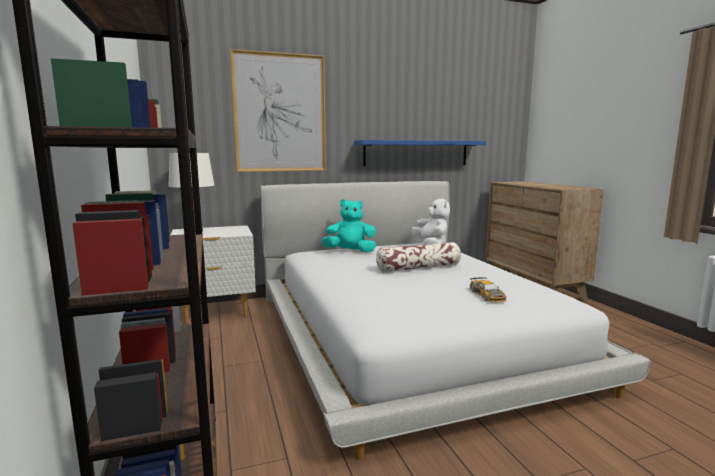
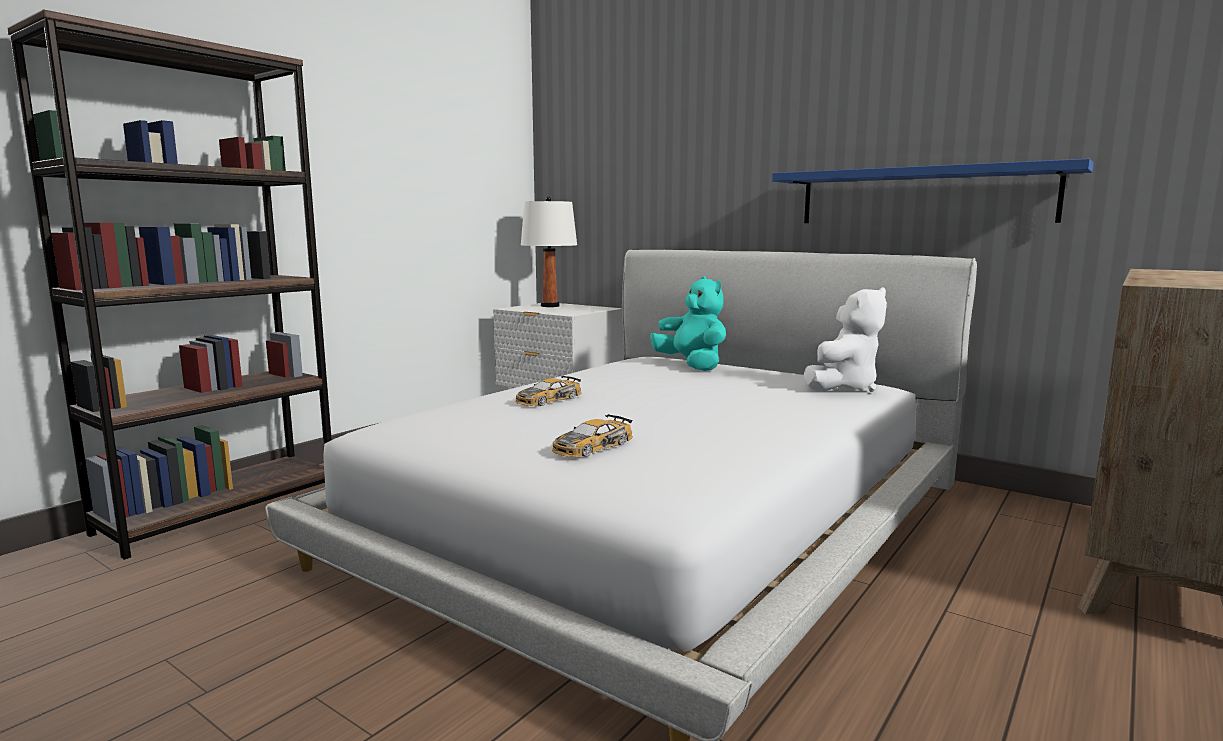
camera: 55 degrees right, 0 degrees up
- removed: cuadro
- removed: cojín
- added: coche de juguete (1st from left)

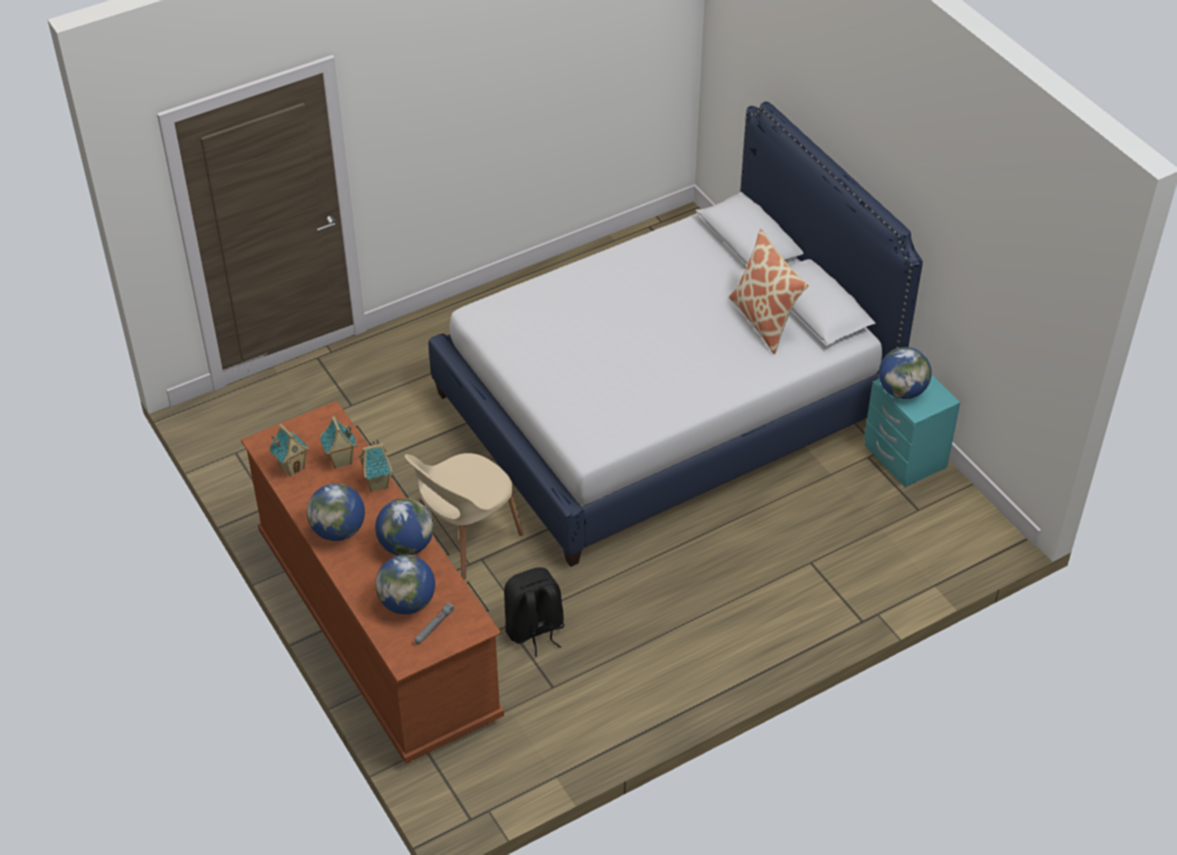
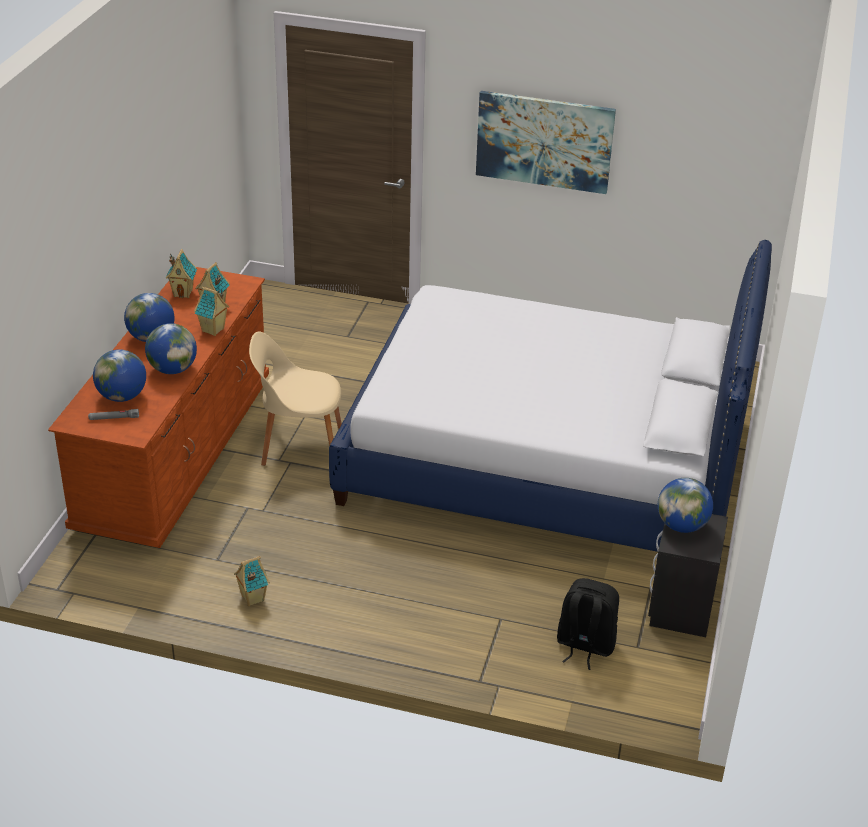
camera: 45 degrees right, 10 degrees down
- removed: cojín
- recoloured: mesita de noche [turquesa] to mesita de noche [negro]
- moved: mochila [negro]
- added: cuadro
- added: casita (4th from left)

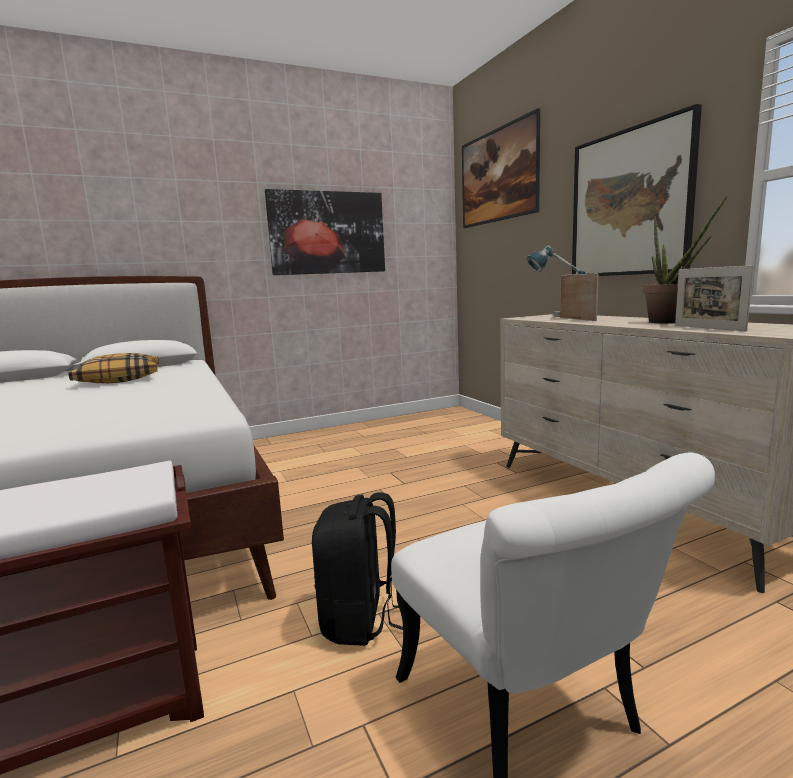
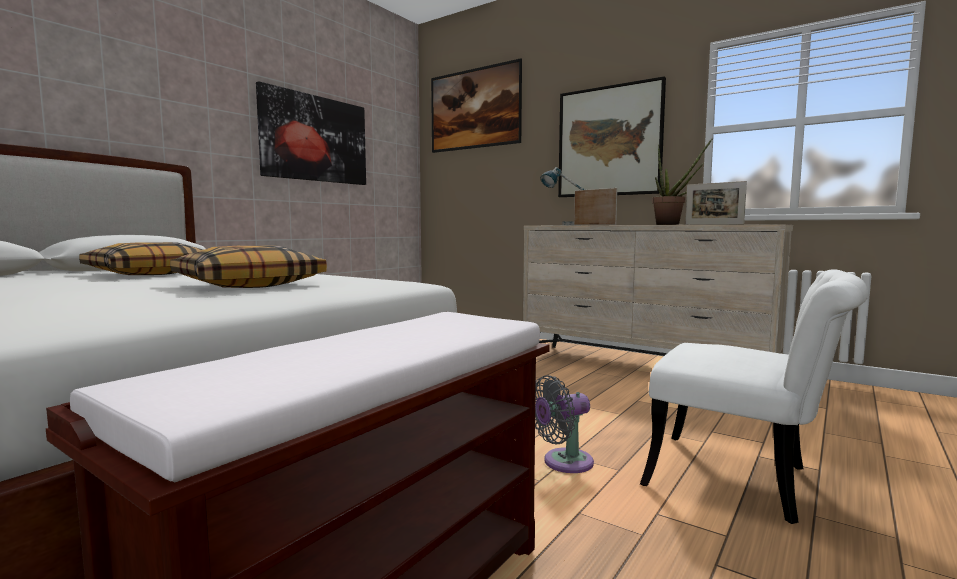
camera: 30 degrees left, 5 degrees down
- replaced: mochila [negro] to ventilador [gris]
- added: cojín (2nd from left)

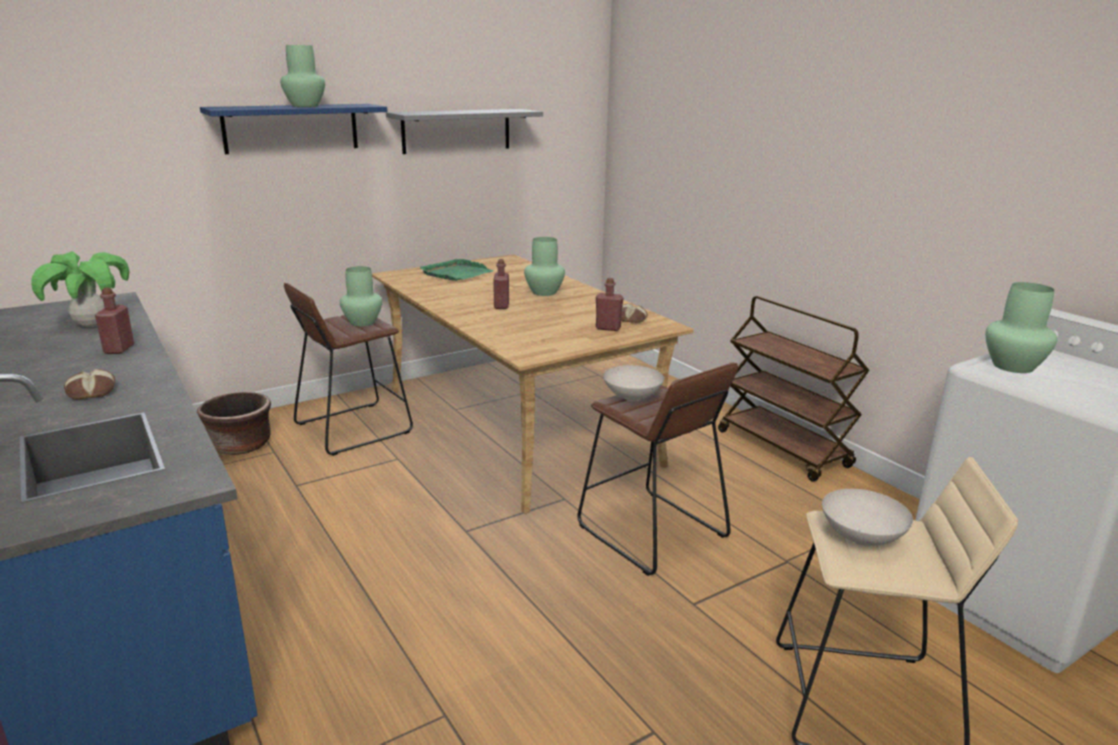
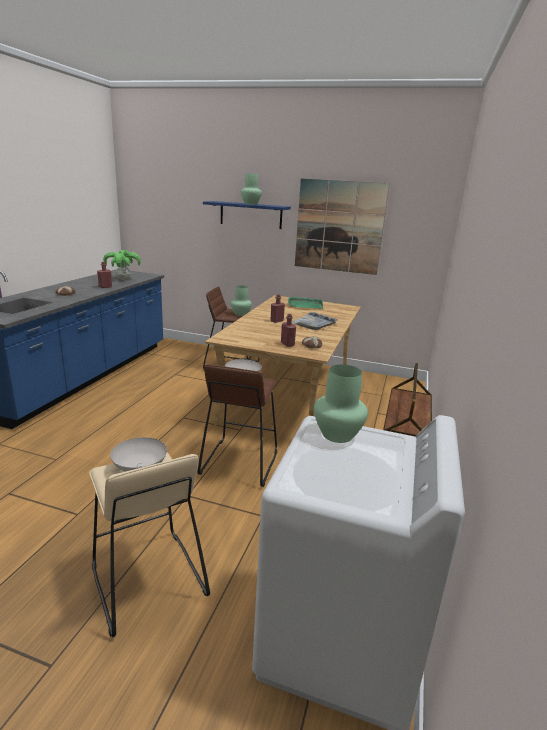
camera: 50 degrees right, 0 degrees up
- replaced: estante [gris] to cuadro
- replaced: florero [verde] (3rd from left) to bandeja [gris]
- removed: maceta [marrón]

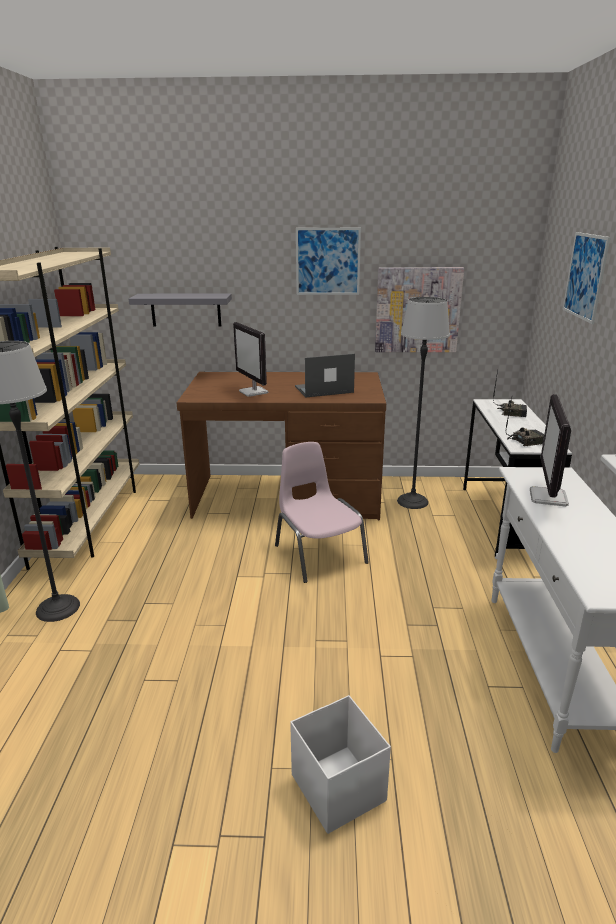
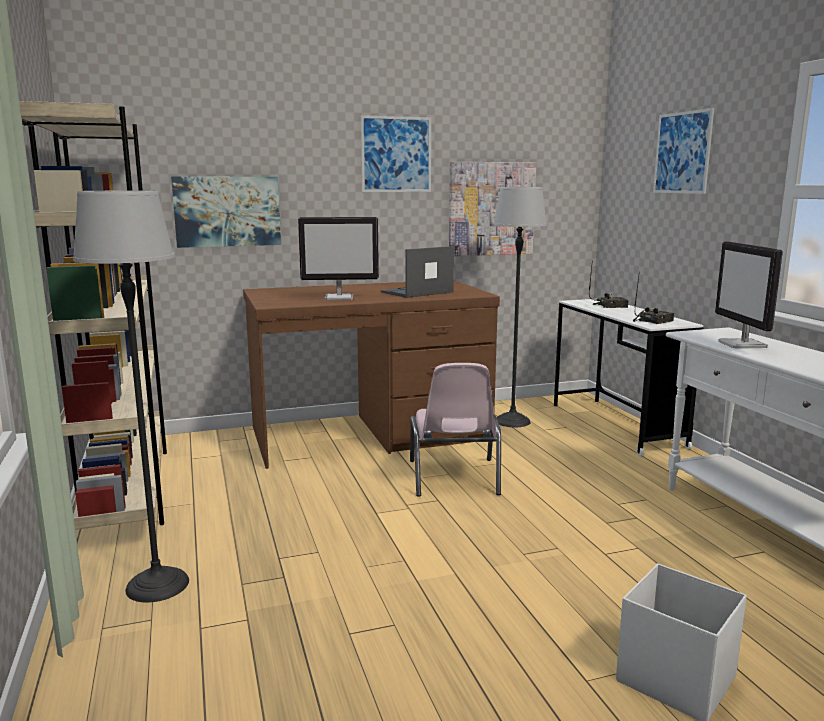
camera: 20 degrees left, 10 degrees down
- replaced: estante [gris] to cuadro (1st from left)
- turned: monitor (1st from left) 45 degrees counterclockwise
- turned: silla [rosa] 135 degrees counterclockwise

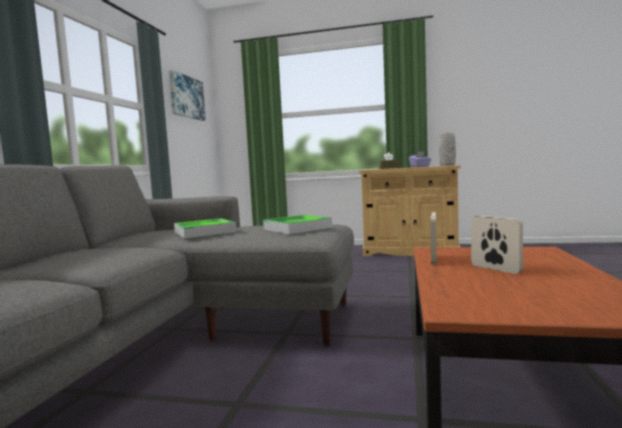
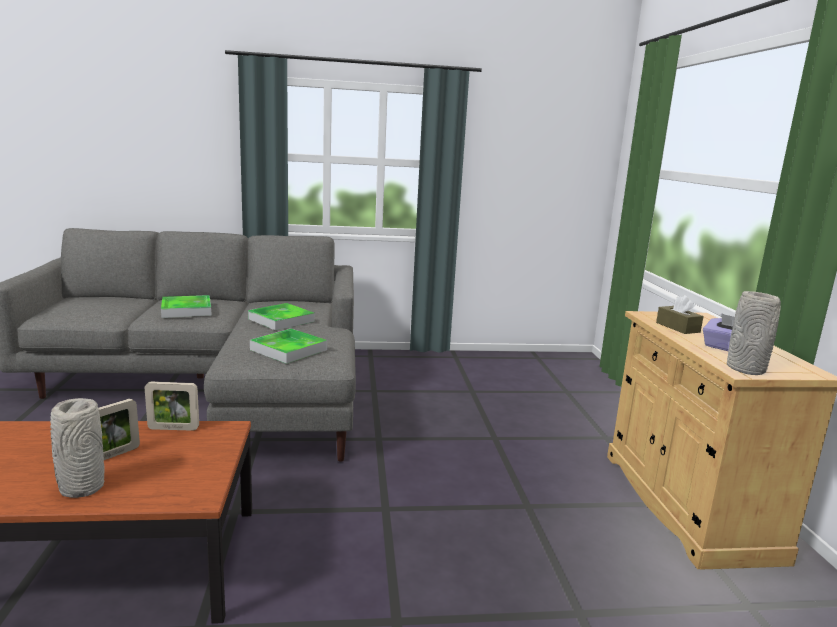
camera: 70 degrees right, 10 degrees up
- removed: cuadro
- added: bandeja (1st from left)
- added: florero [gris] (1st from left)

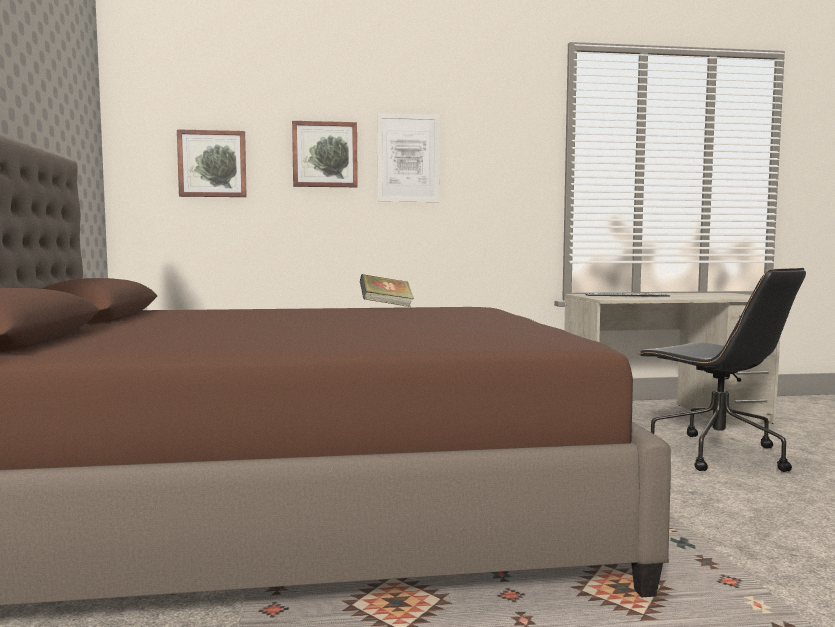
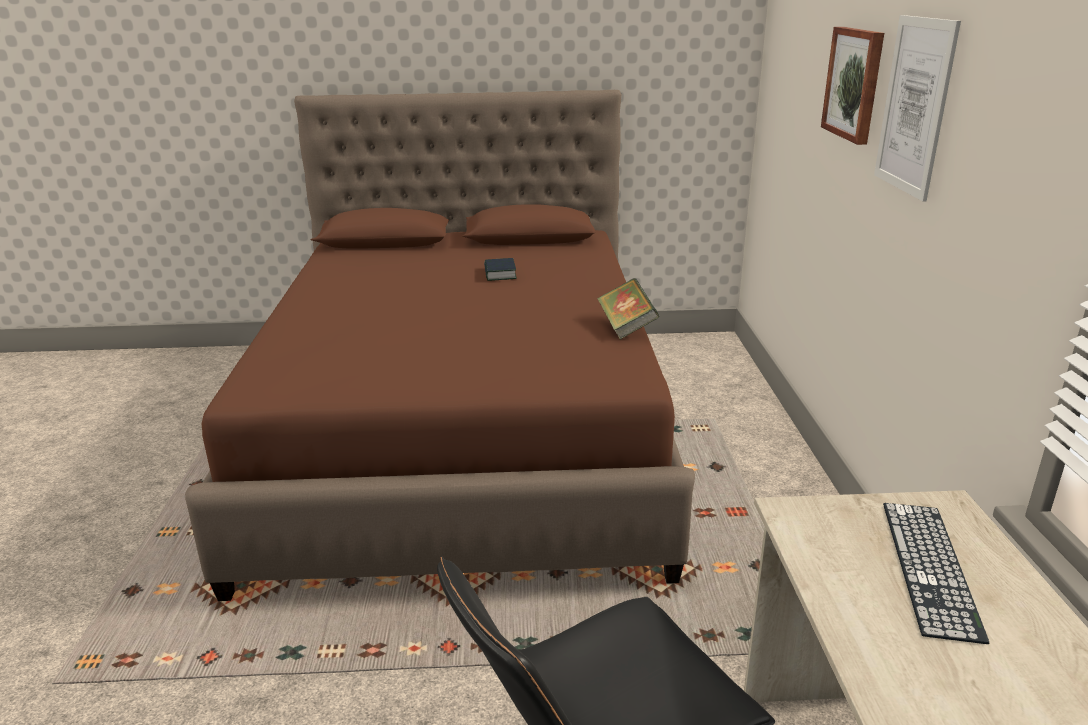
camera: 95 degrees right, 20 degrees up
- removed: cuadro (1st from left)
- added: libro (1st from left)

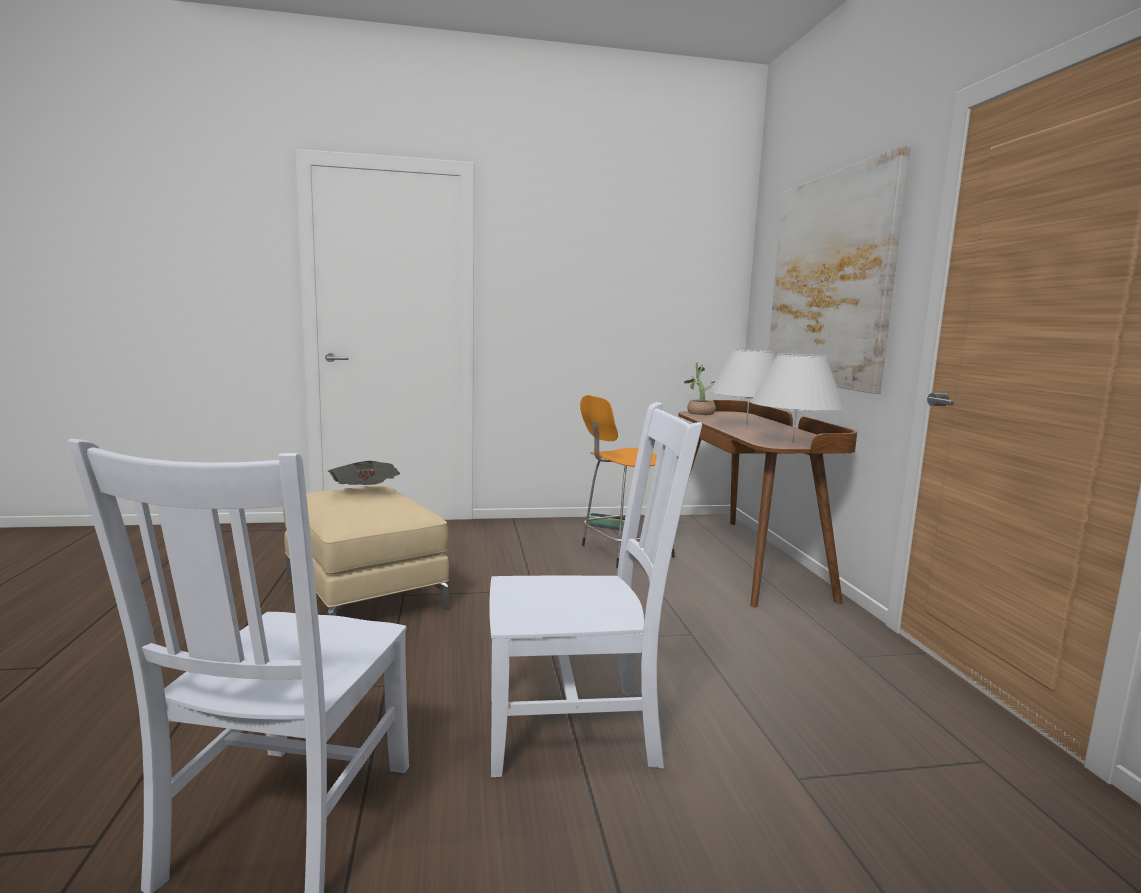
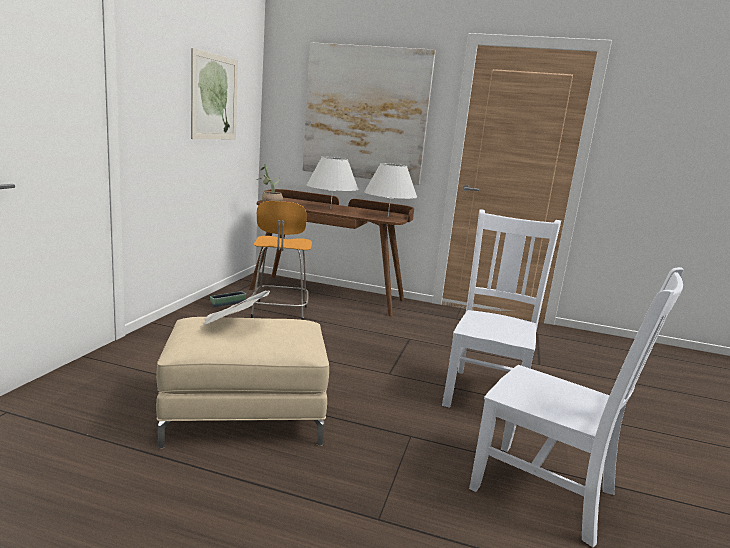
camera: 65 degrees left, 5 degrees up
- added: cuadro (1st from left)

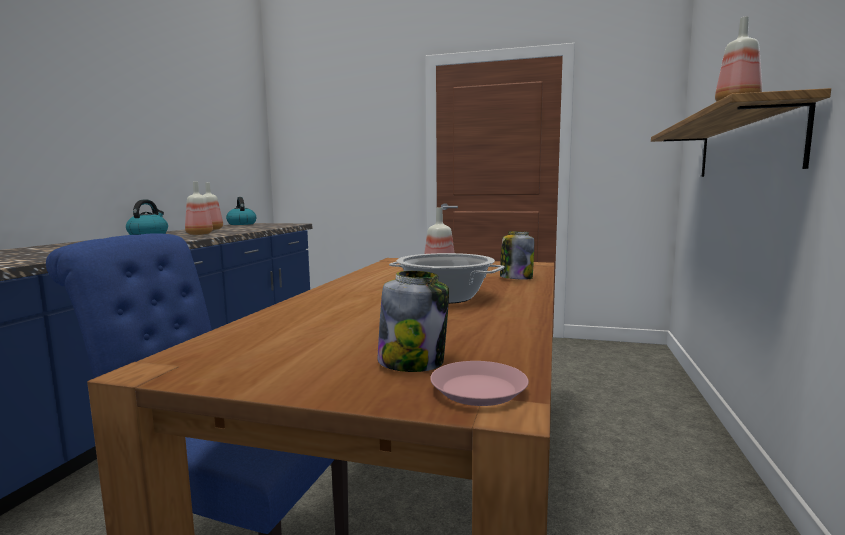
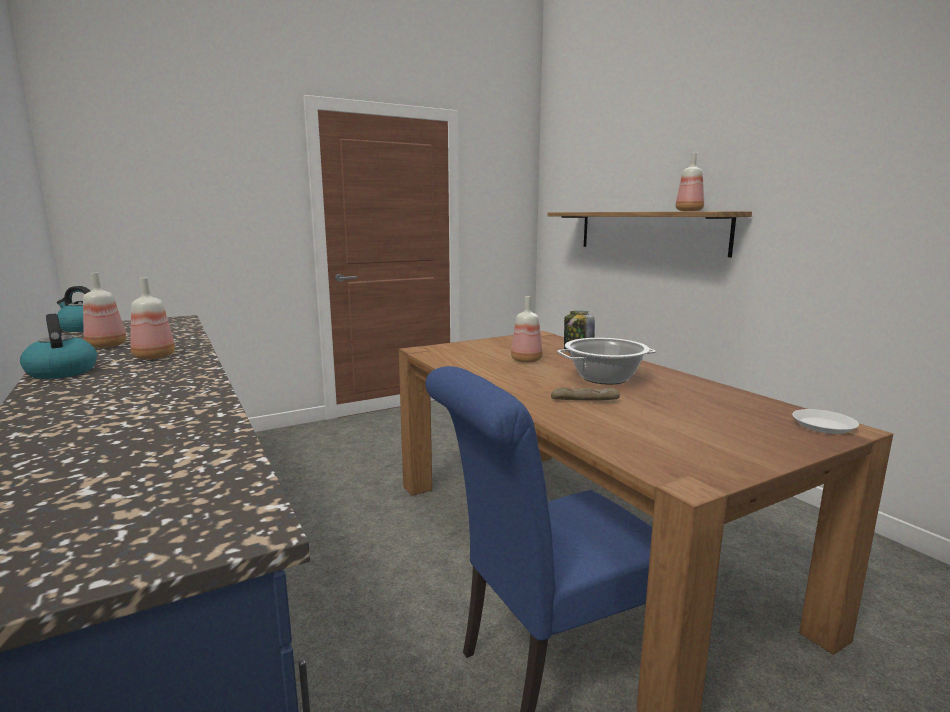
camera: 45 degrees left, 5 degrees up
- removed: tarro (1st from left)
- recoloured: plato [rosa] to plato [blanco]
- added: pan

